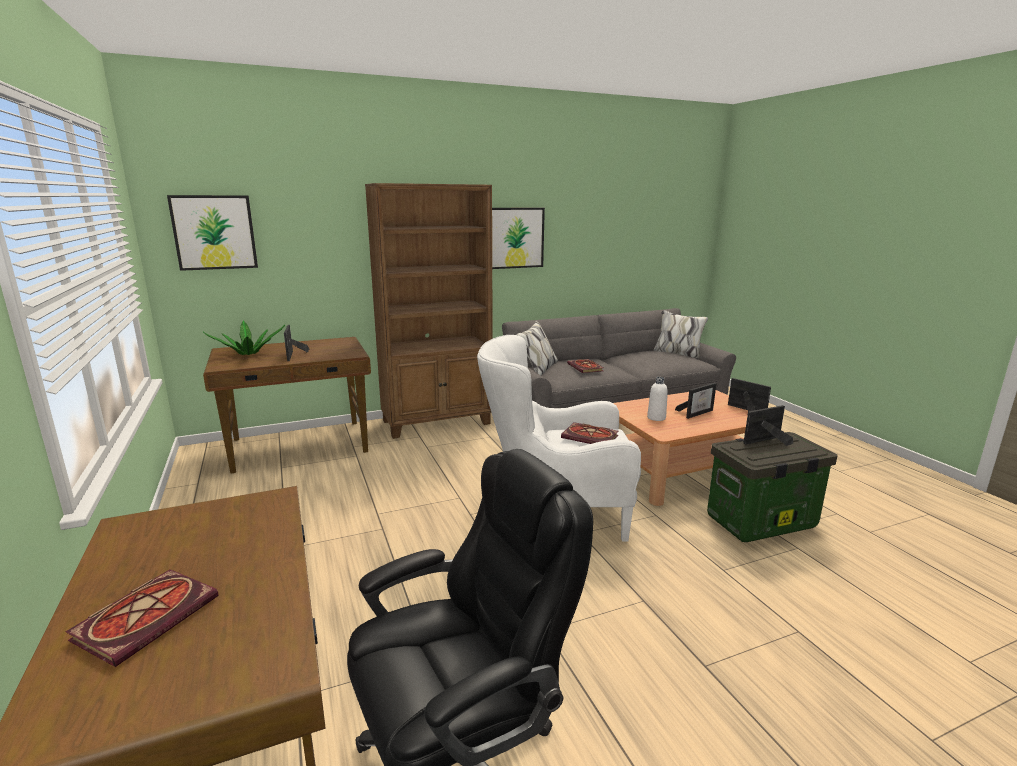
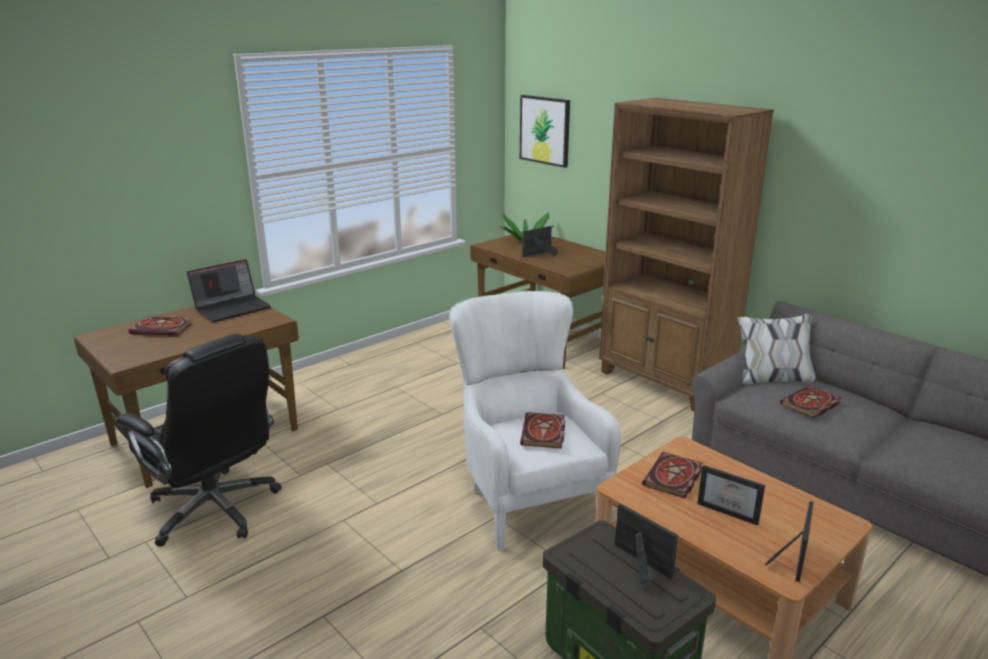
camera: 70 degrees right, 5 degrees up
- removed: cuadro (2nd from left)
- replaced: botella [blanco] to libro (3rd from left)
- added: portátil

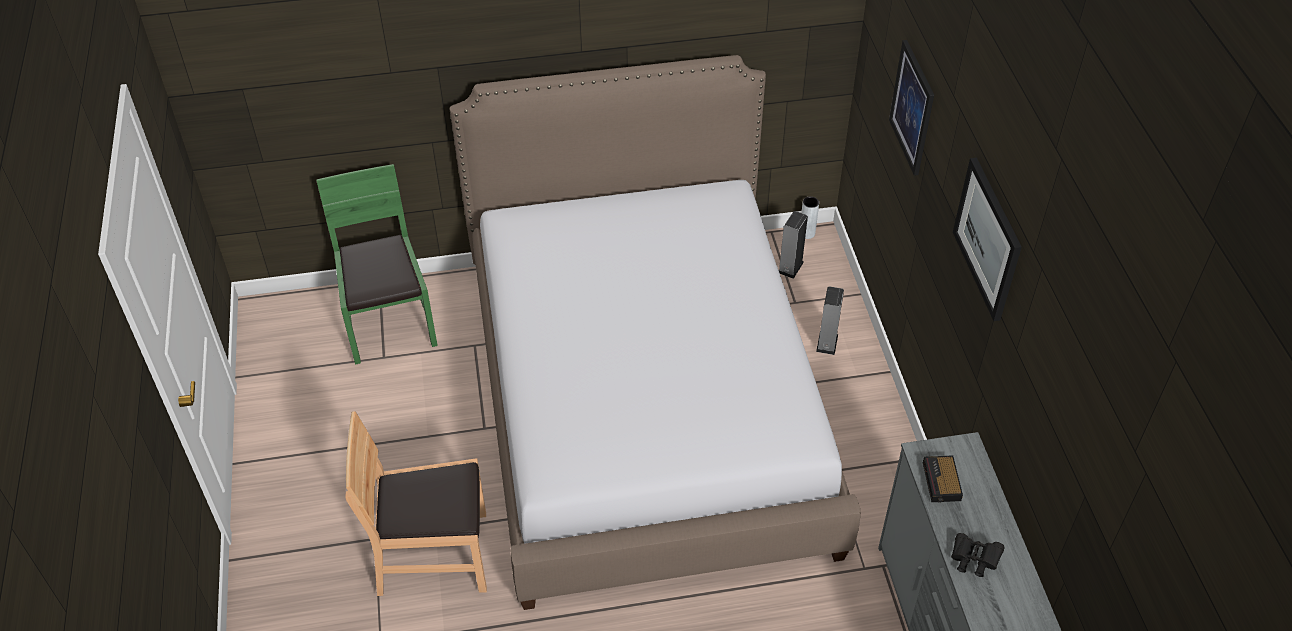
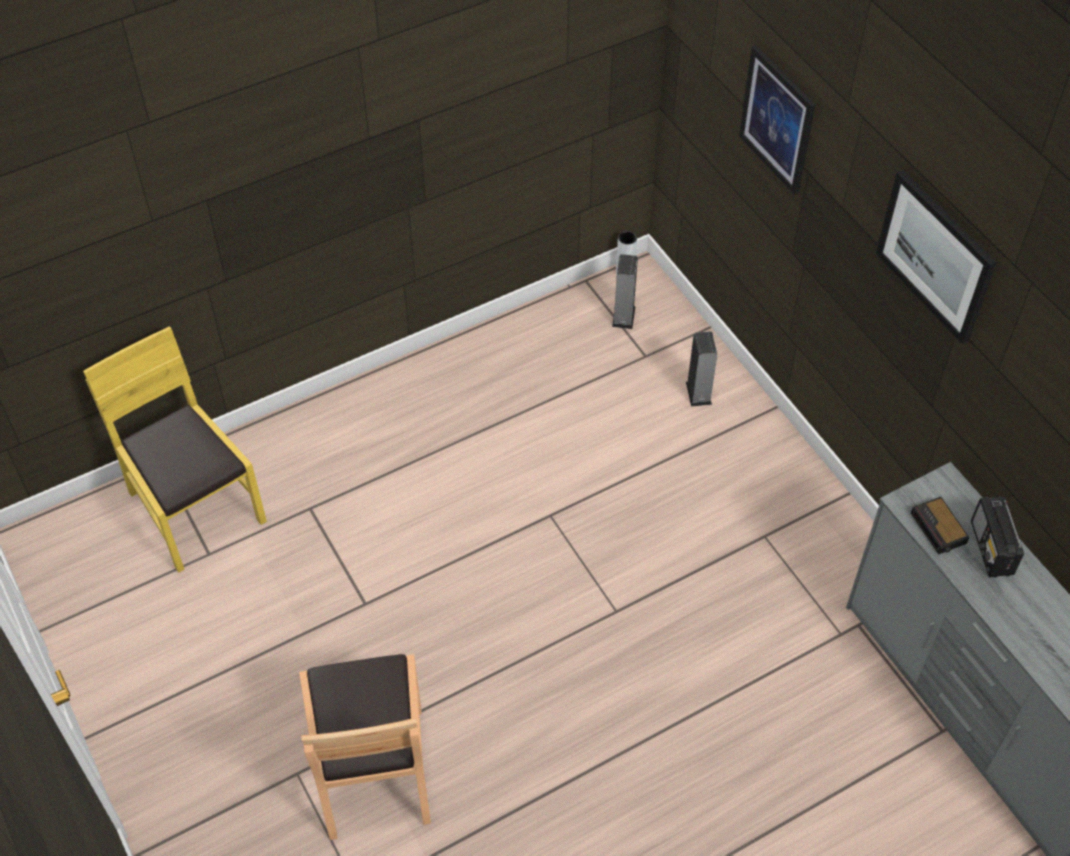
camera: 20 degrees left, 5 degrees up
- removed: cama
- recoloured: silla [verde] to silla [amarillo]
- turned: silla [marrón] 75 degrees counterclockwise
- removed: prismáticos [negro]
- added: radio

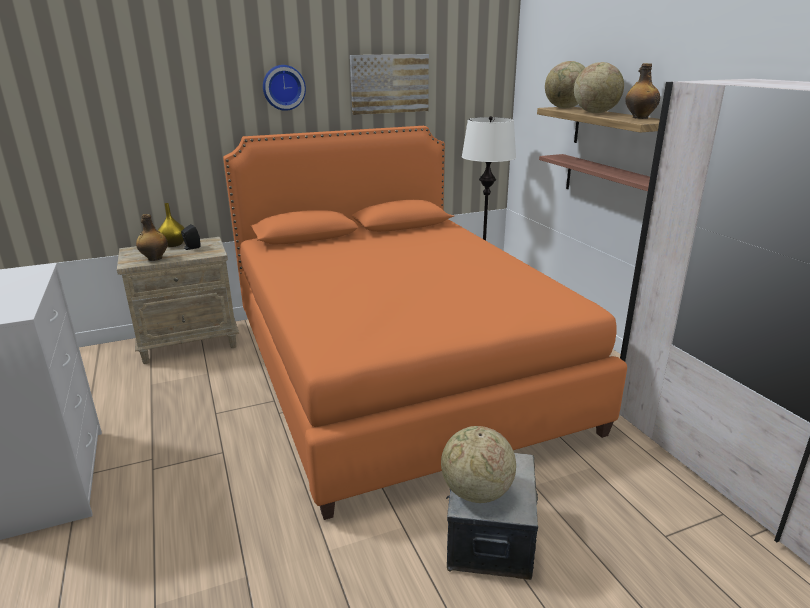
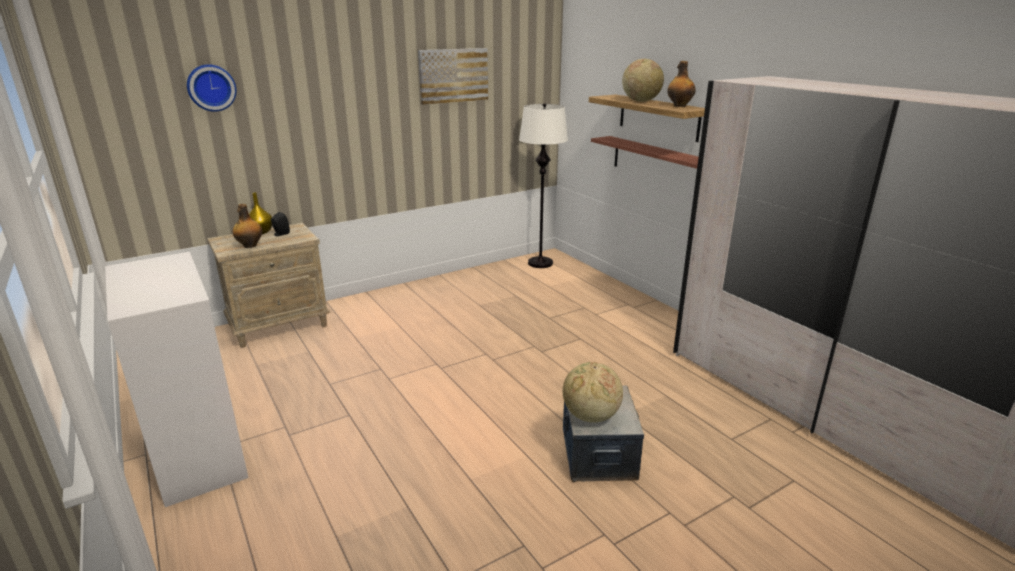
camera: 10 degrees left, 0 degrees up
- removed: globo terráqueo (2nd from left)
- moved: reloj de pared
- removed: cama [naranja]

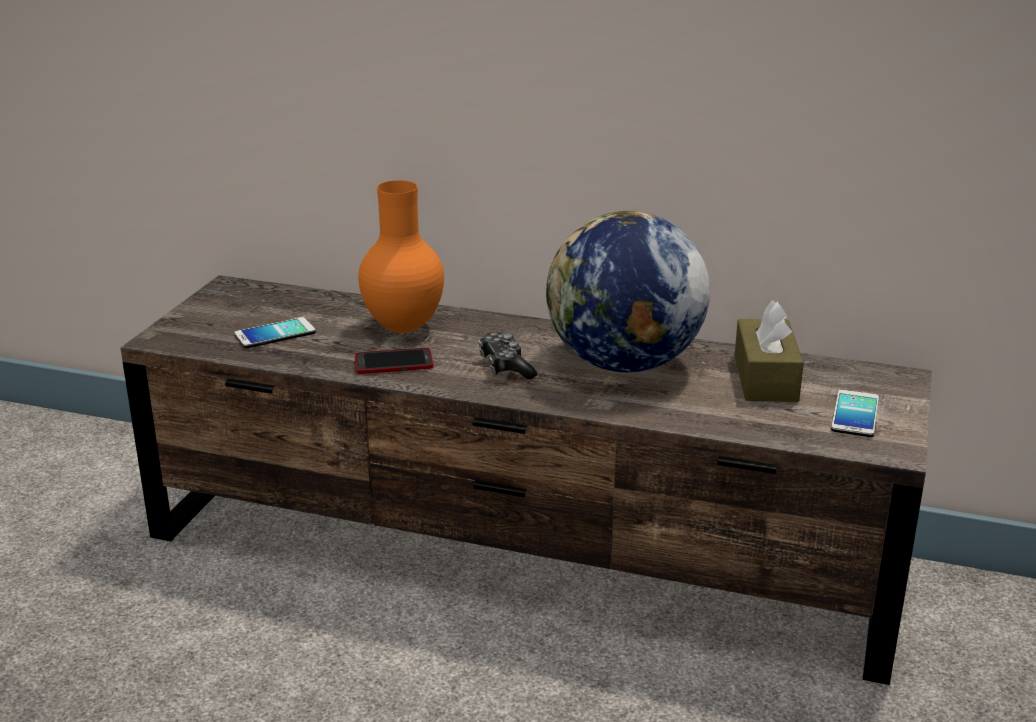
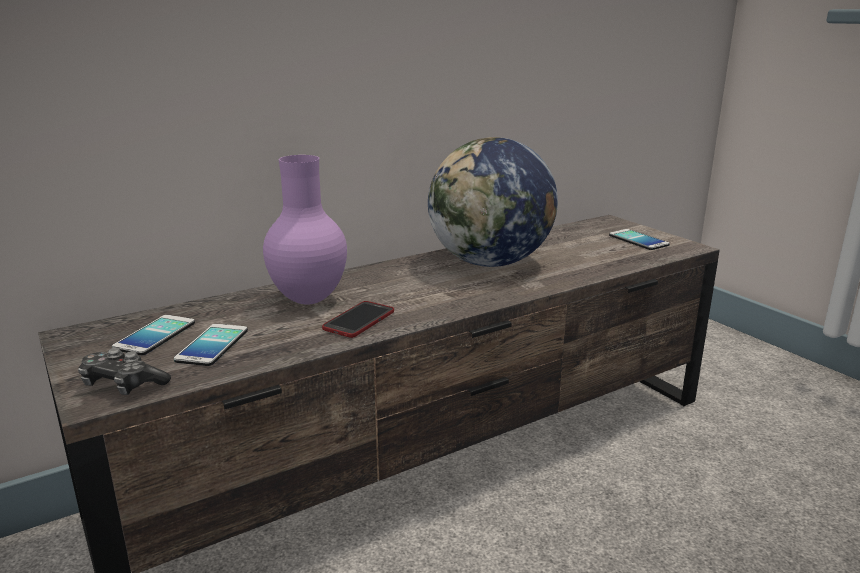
camera: 50 degrees left, 5 degrees down
- recoloured: florero [naranja] to florero [morado]
- removed: caja de pañuelos [marrón]
- moved: mando de consola
- added: móvil (1st from left)

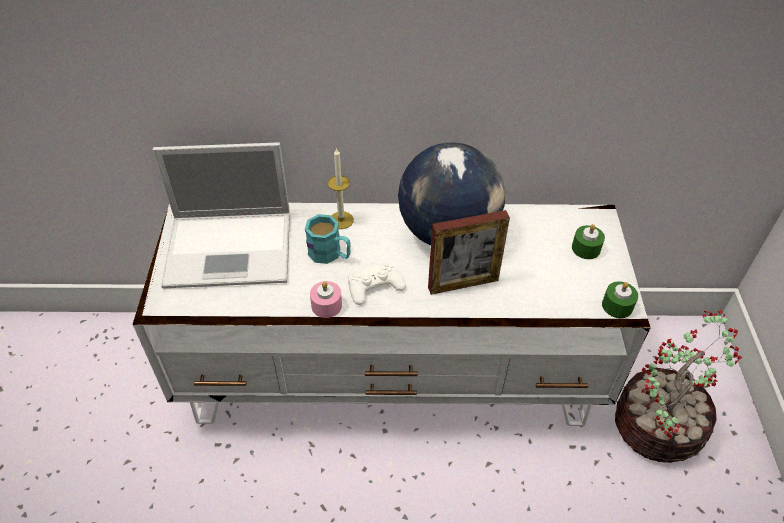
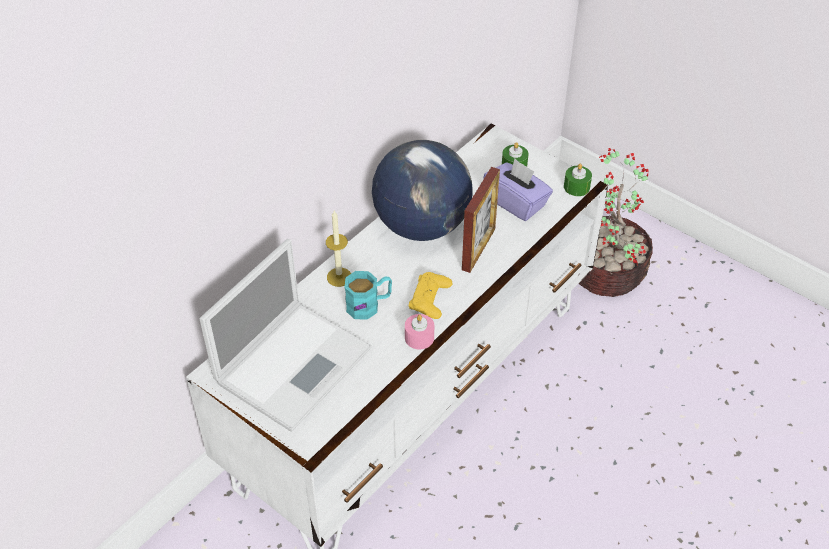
camera: 50 degrees left, 0 degrees up
- recoloured: mando de consola [blanco] to mando de consola [amarillo]
- added: caja de pañuelos [morado]

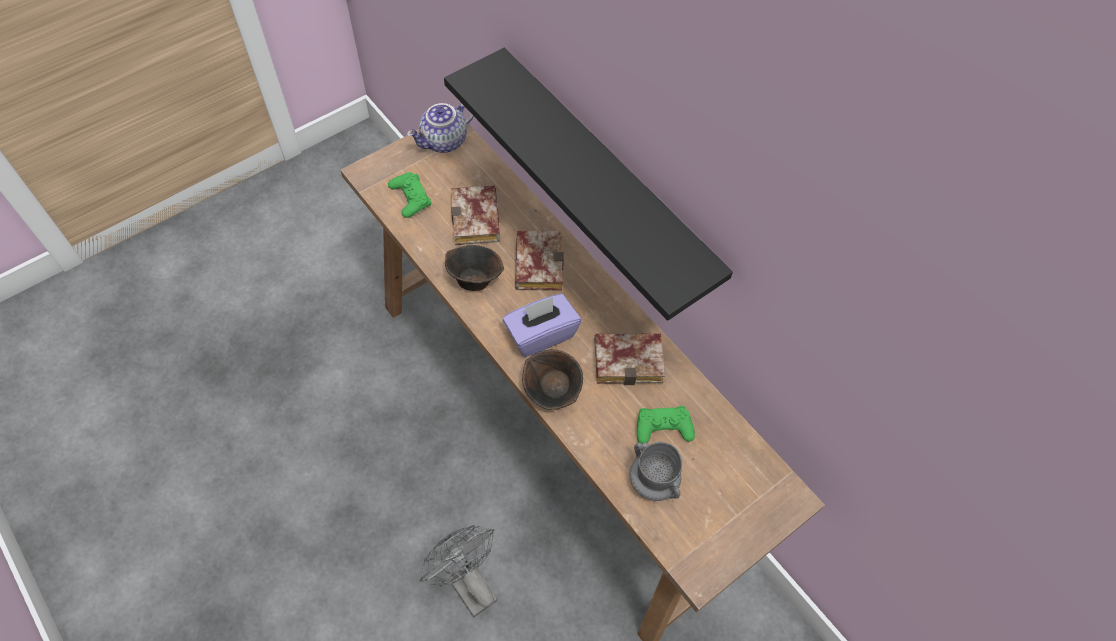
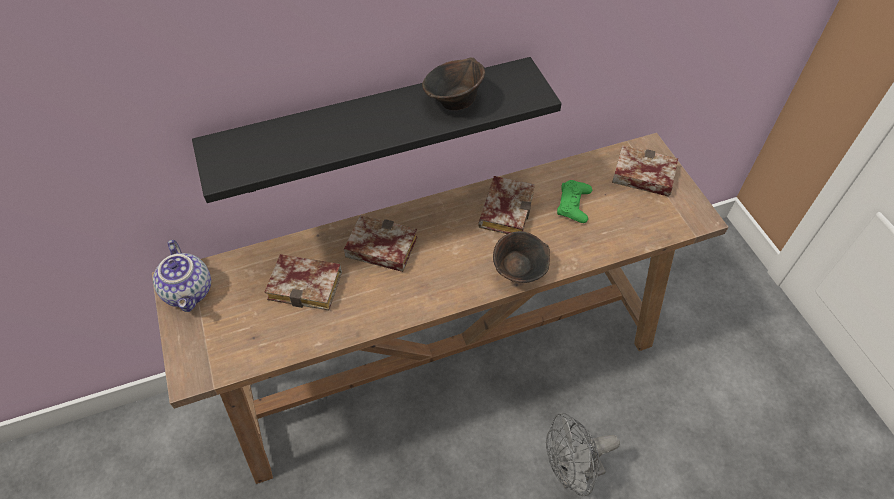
camera: 70 degrees left, 5 degrees down
- removed: mando de consola [verde] (1st from left)
- moved: cuenco [marrón] (1st from left)
- removed: caja de pañuelos [morado]
- removed: taza grande [gris]
- added: libro (4th from left)

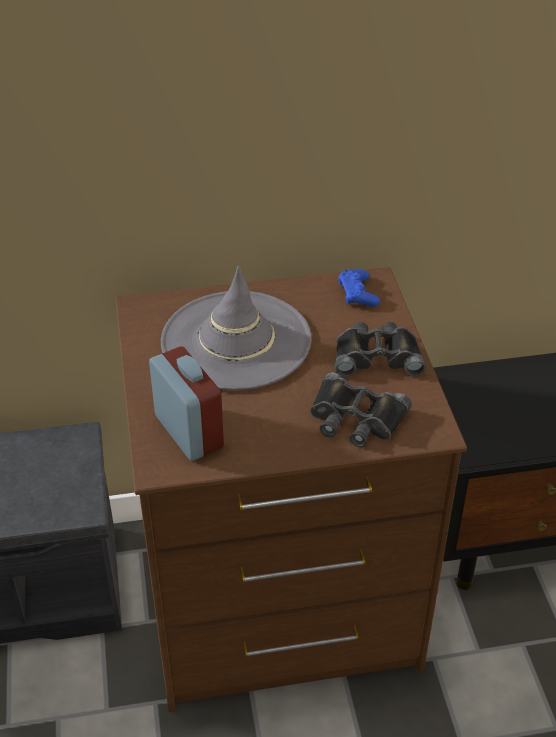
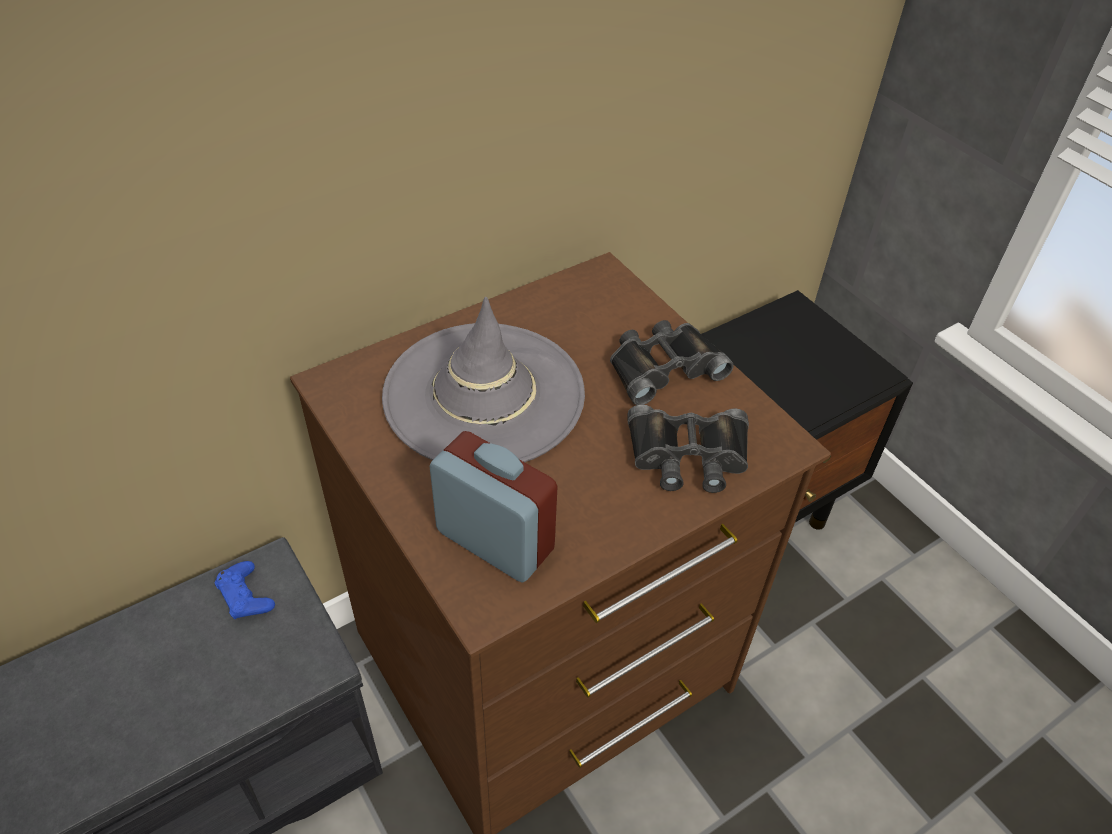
camera: 25 degrees left, 5 degrees up
- moved: mando de consola [azul]

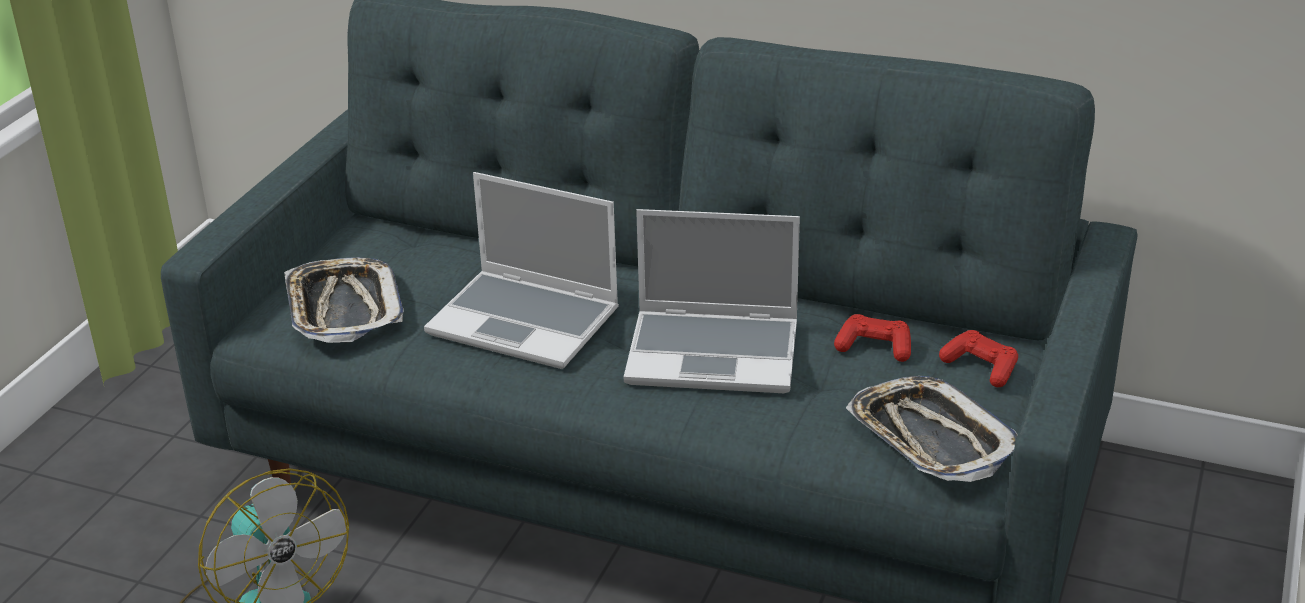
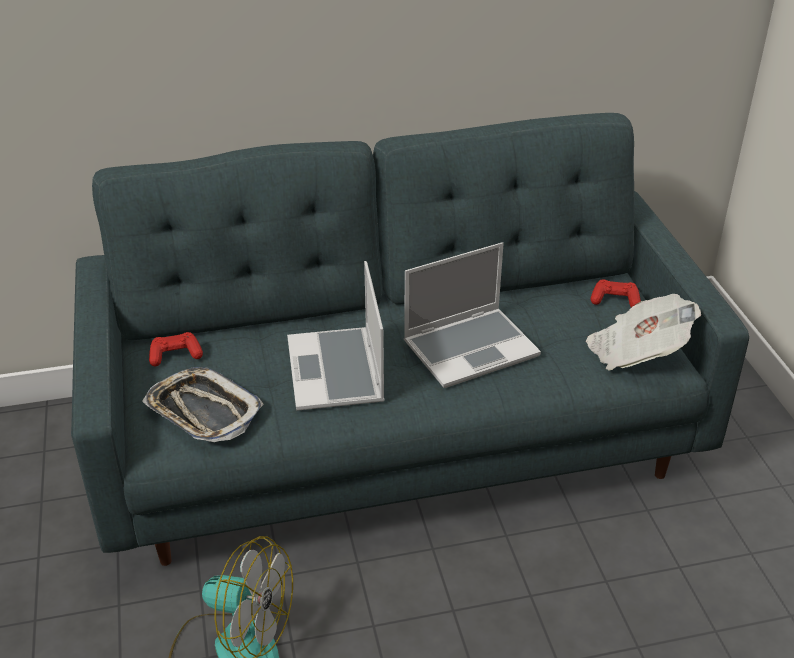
camera: 35 degrees left, 5 degrees up
- turned: portátil (1st from left) 90 degrees clockwise
- moved: mando de consola [rojo] (1st from left)
- replaced: bandeja (2nd from left) to periódico

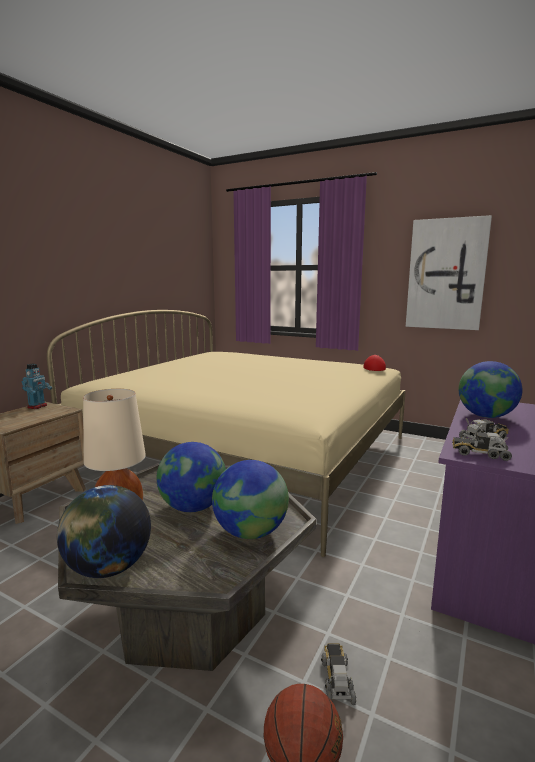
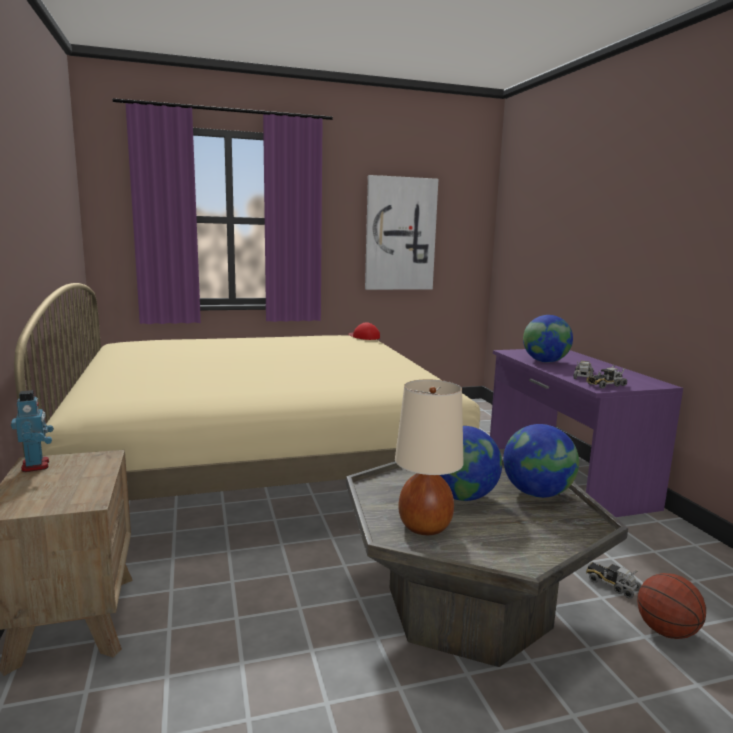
camera: 45 degrees left, 0 degrees up
- removed: globo terráqueo (1st from left)

